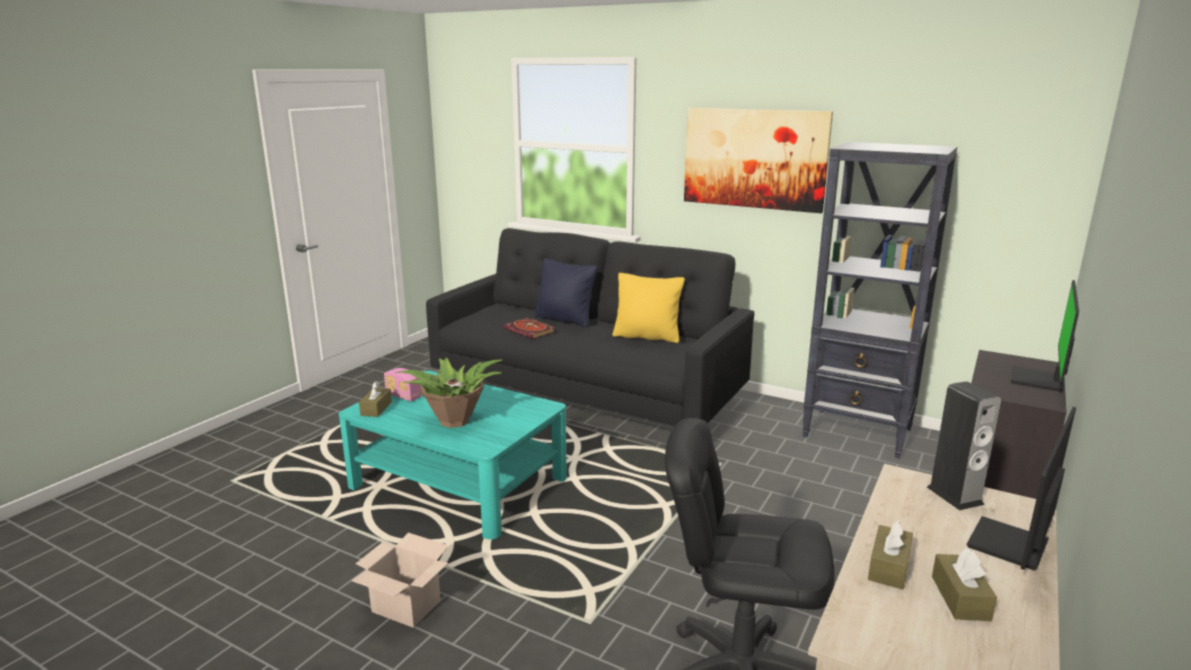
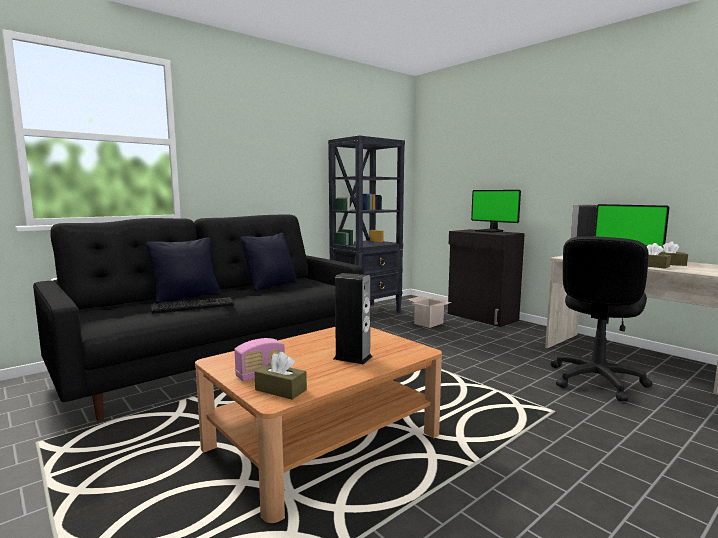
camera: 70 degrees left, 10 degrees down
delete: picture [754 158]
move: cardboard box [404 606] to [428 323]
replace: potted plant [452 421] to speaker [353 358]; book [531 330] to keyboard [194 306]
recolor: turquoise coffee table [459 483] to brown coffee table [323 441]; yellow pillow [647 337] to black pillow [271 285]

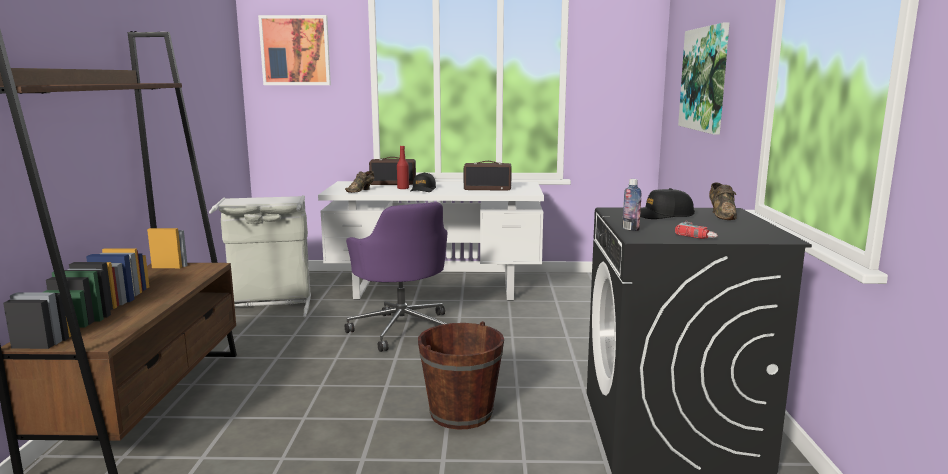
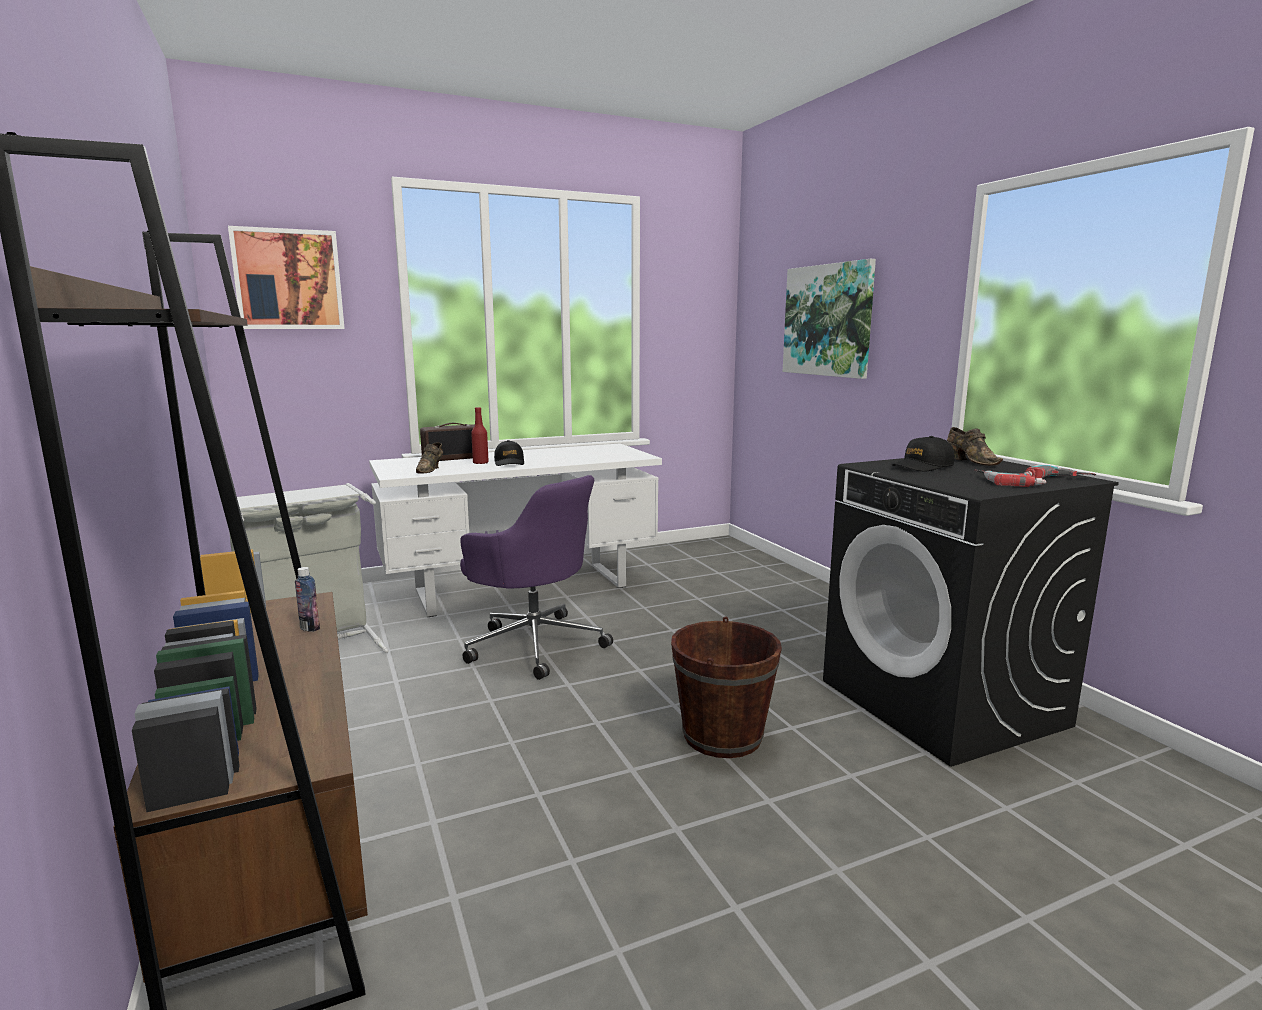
camera: 25 degrees left, 0 degrees up
delete: radio [488 188]
insert: power drill [1057 479]
move: bottle [630 229] to [310 628]

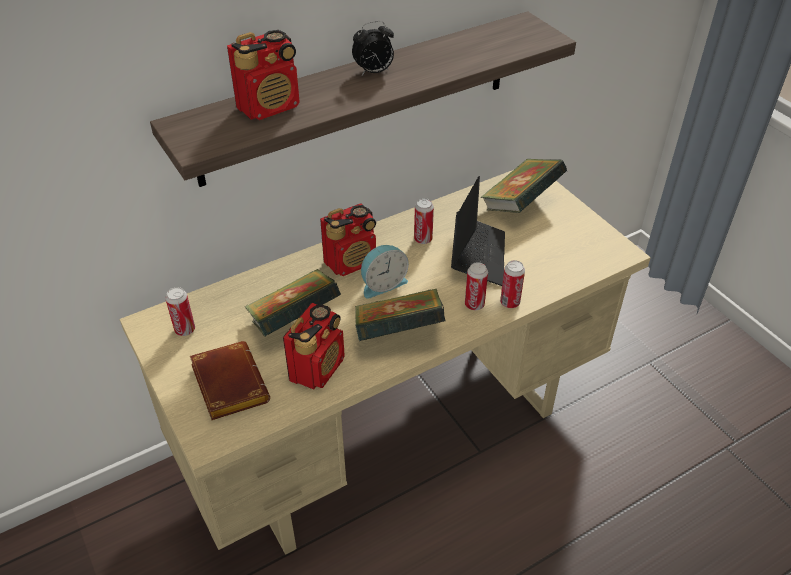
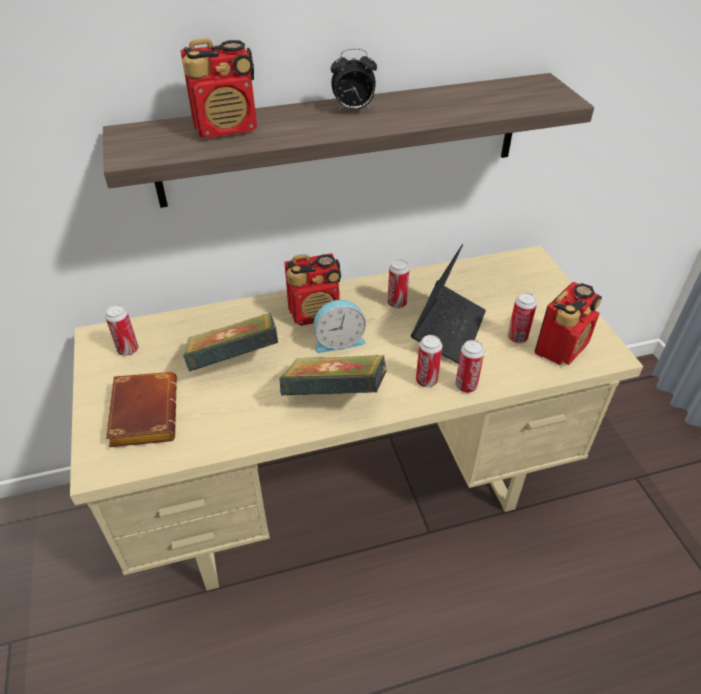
camera: 15 degrees right, 0 degrees up
delete: book [520 204]
insert: can [517 337]
move: radio [317 368] to [561 347]

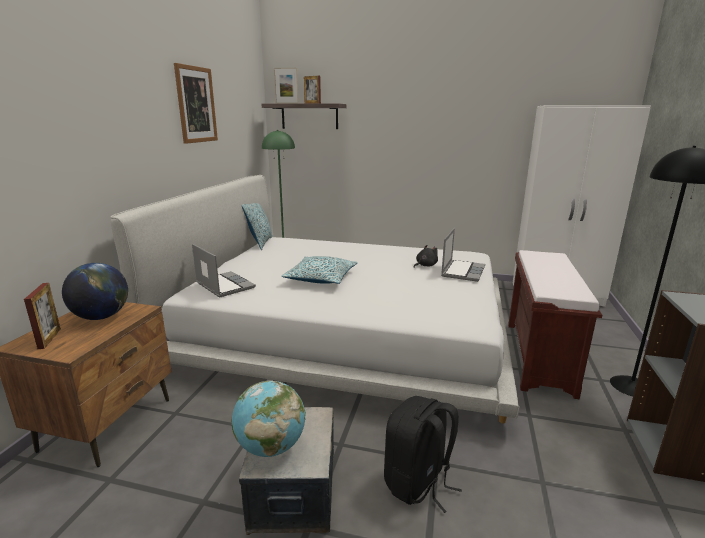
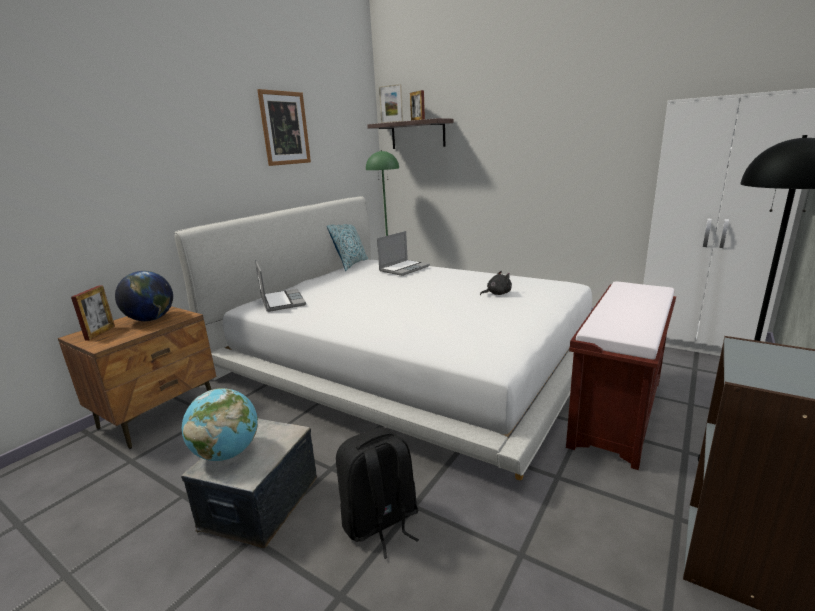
camera: 20 degrees right, 0 degrees up
delete: pillow [321 278]
move: laptop [462 271] to [404 268]

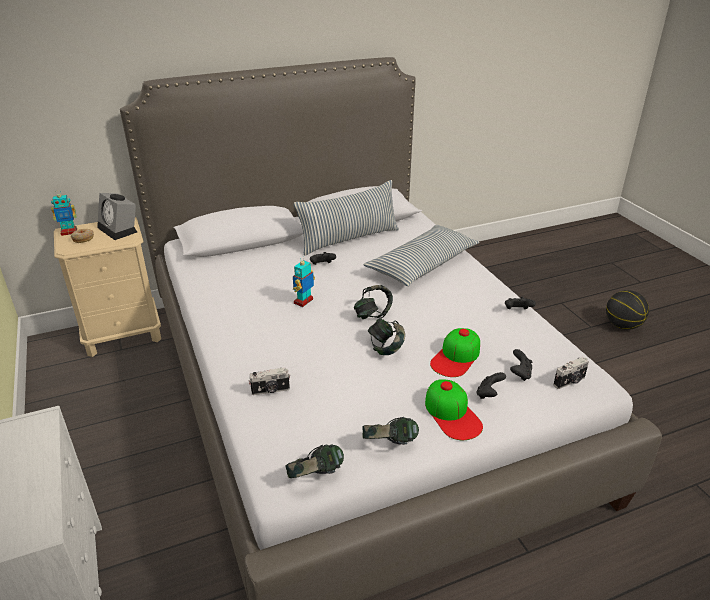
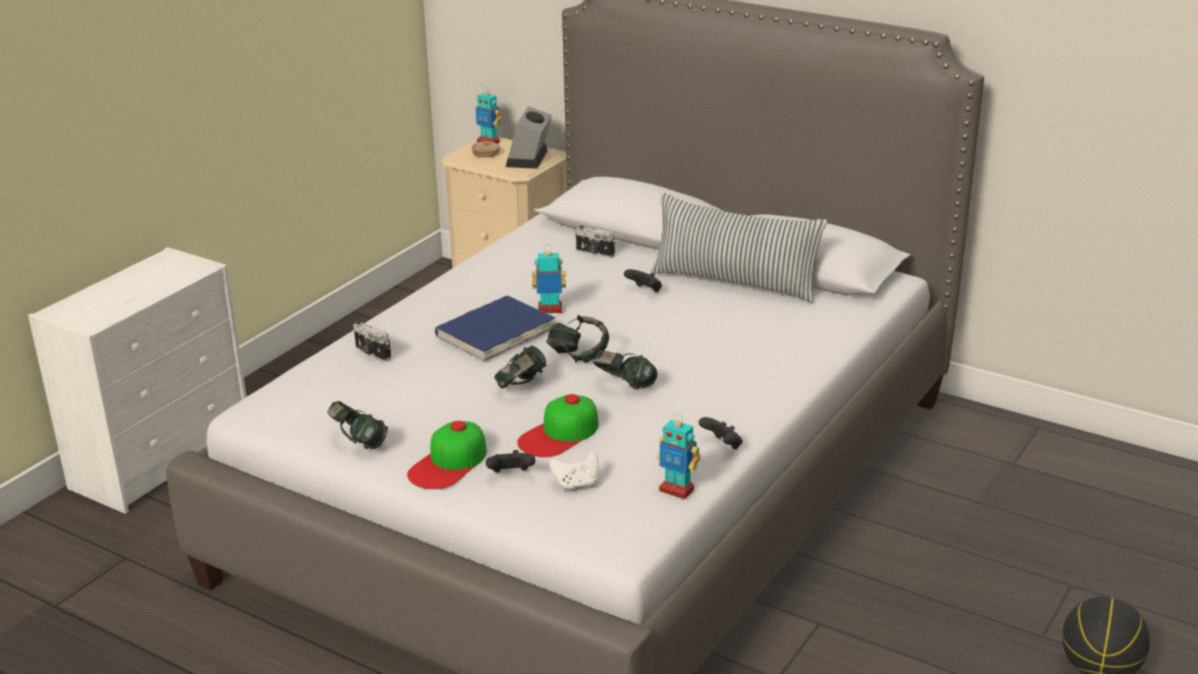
camera: 55 degrees right, 5 degrees down
delete: pillow [422 265]
insert: blue book [495 333]; toy robot [677 490]
move: headphones [315 477] to [624 386]; photo camera [570 382] to [594 253]
recolor: black game controller [520 373] to white game controller [576 484]
rotate: cap [456 357] = [559 434] 45 degrees counterclockwise

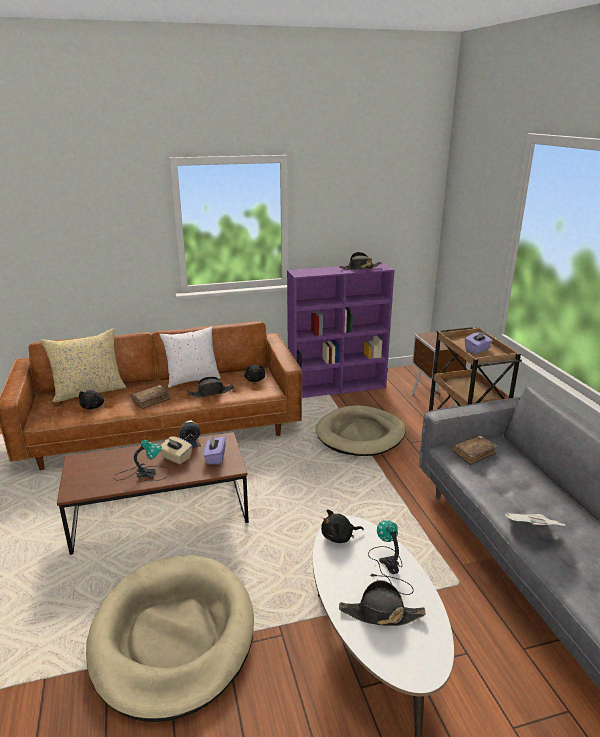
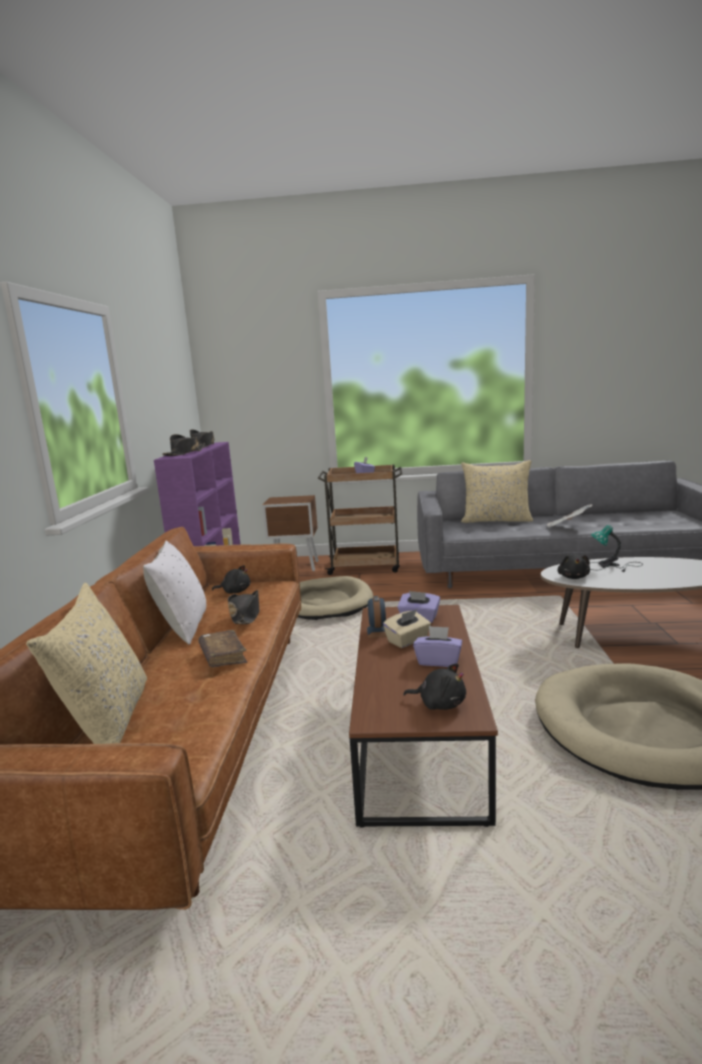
camera: 70 degrees left, 10 degrees down
delete: brown book [473 454]
insert: beige pillow [496 520]
move: black plush toy [93 406] to [439 703]; black hat [380 614] to [185 453]
replace: table lamp [144 473] to purple tissue box [438 661]

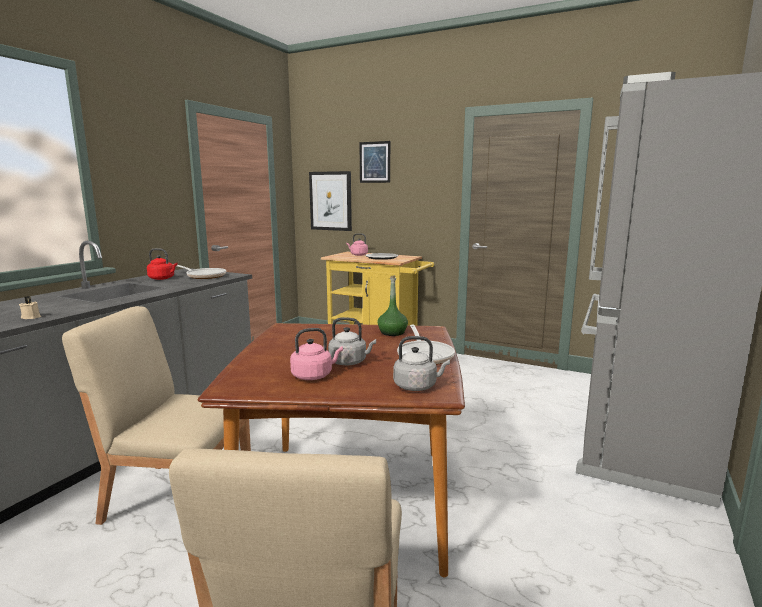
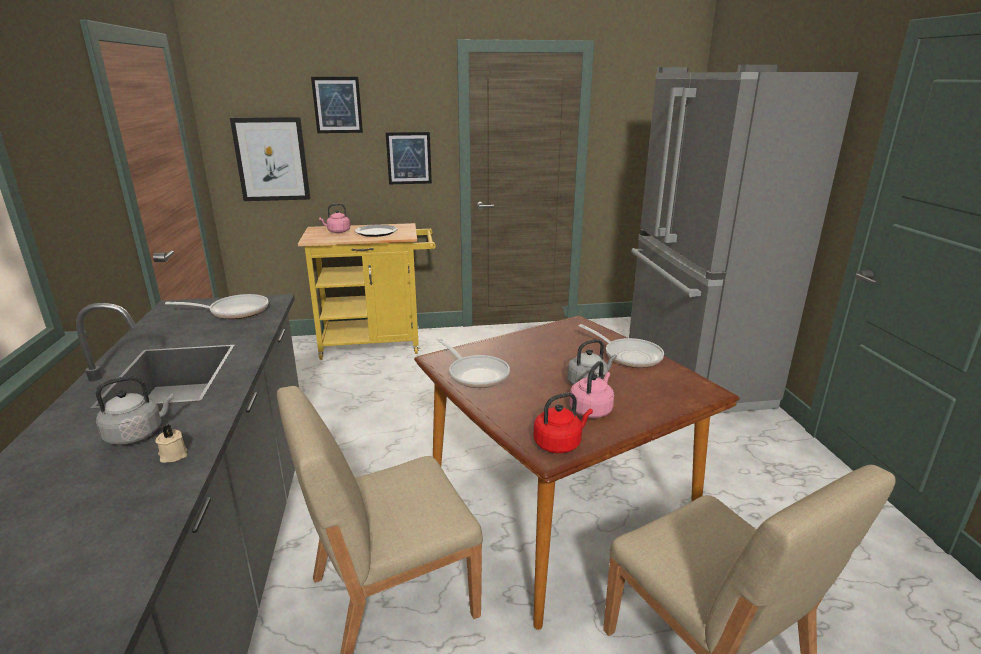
camera: 35 degrees left, 10 degrees up
delete: green bottle [392 332]
insert: picture [409 158]; frying pan [476 374]
move: red kettle [163 278] to [559 443]; grey kettle [417 386] to [138 434]

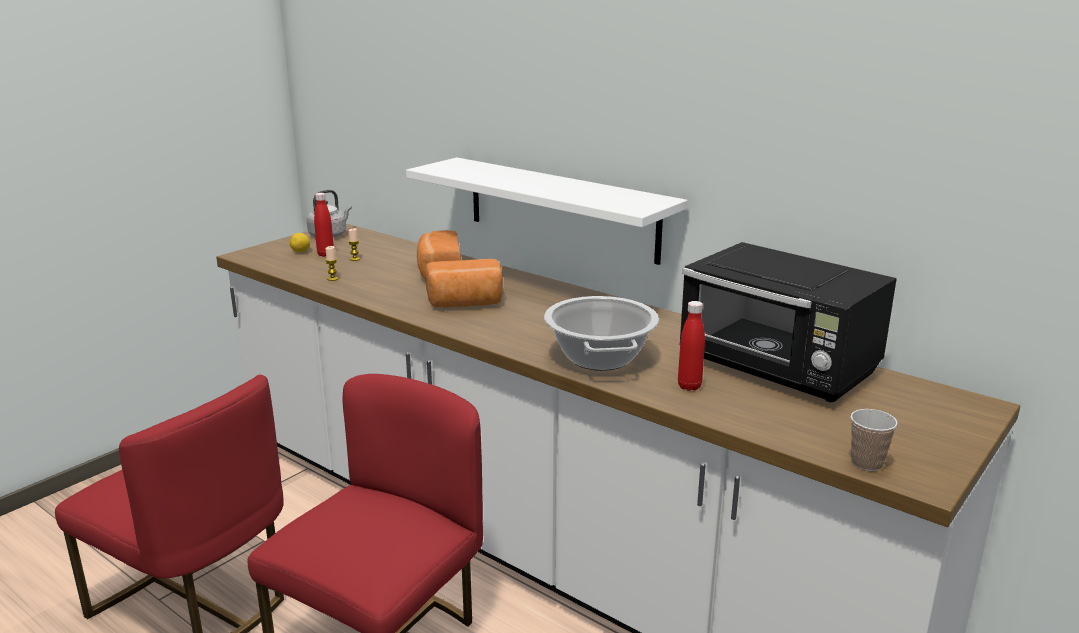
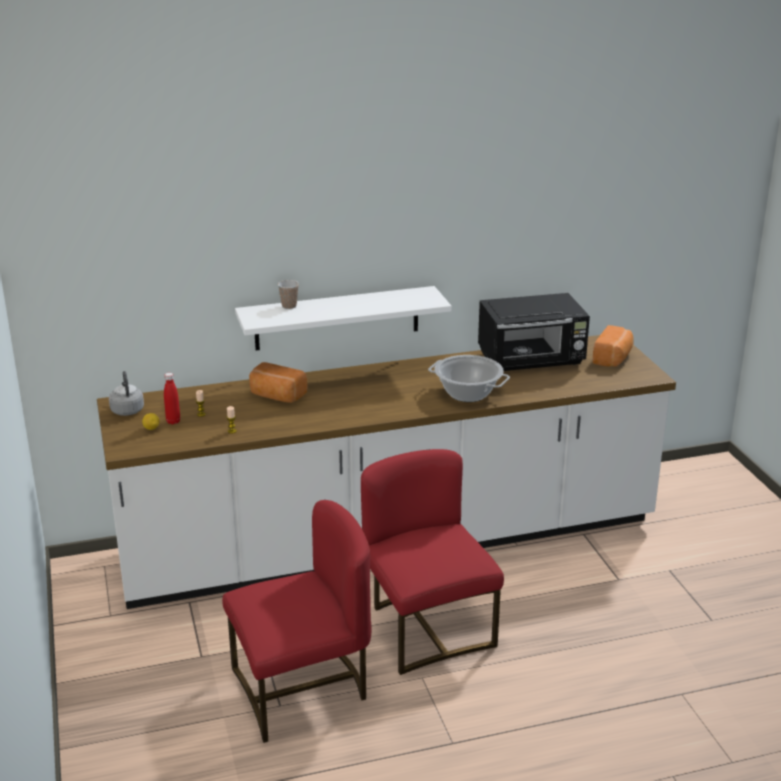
camera: 55 degrees left, 5 degrees up
delete: red bottle [689 386]
move: bread [465 303] to [613 358]; cup [866 463] to [289 306]

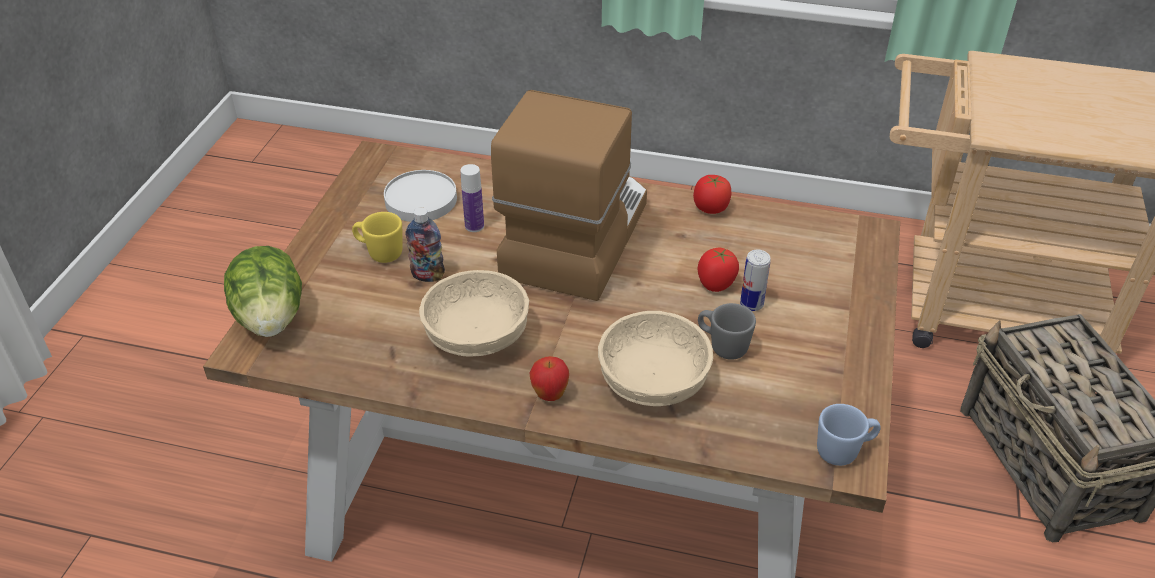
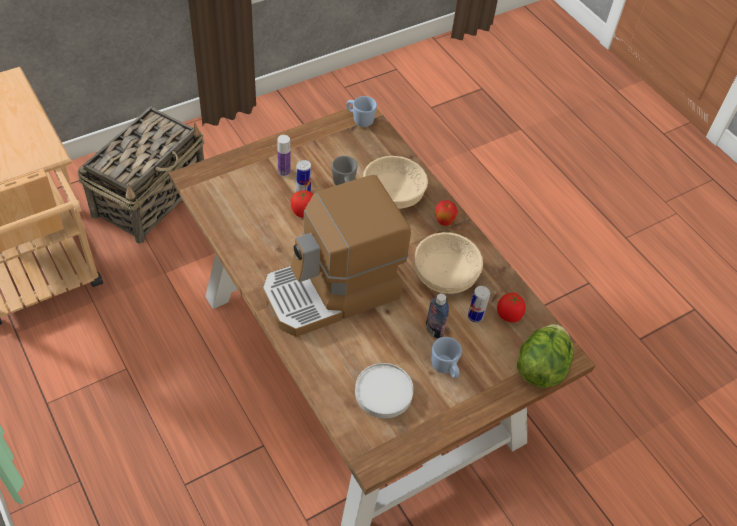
camera: 140 degrees left, 10 degrees up
insert: can [475 316]
move: bottle [474 226] to [284 171]; tomato [710 208] to [509 315]
recolor: yellow mug [380 253] to blue mug [445 368]

